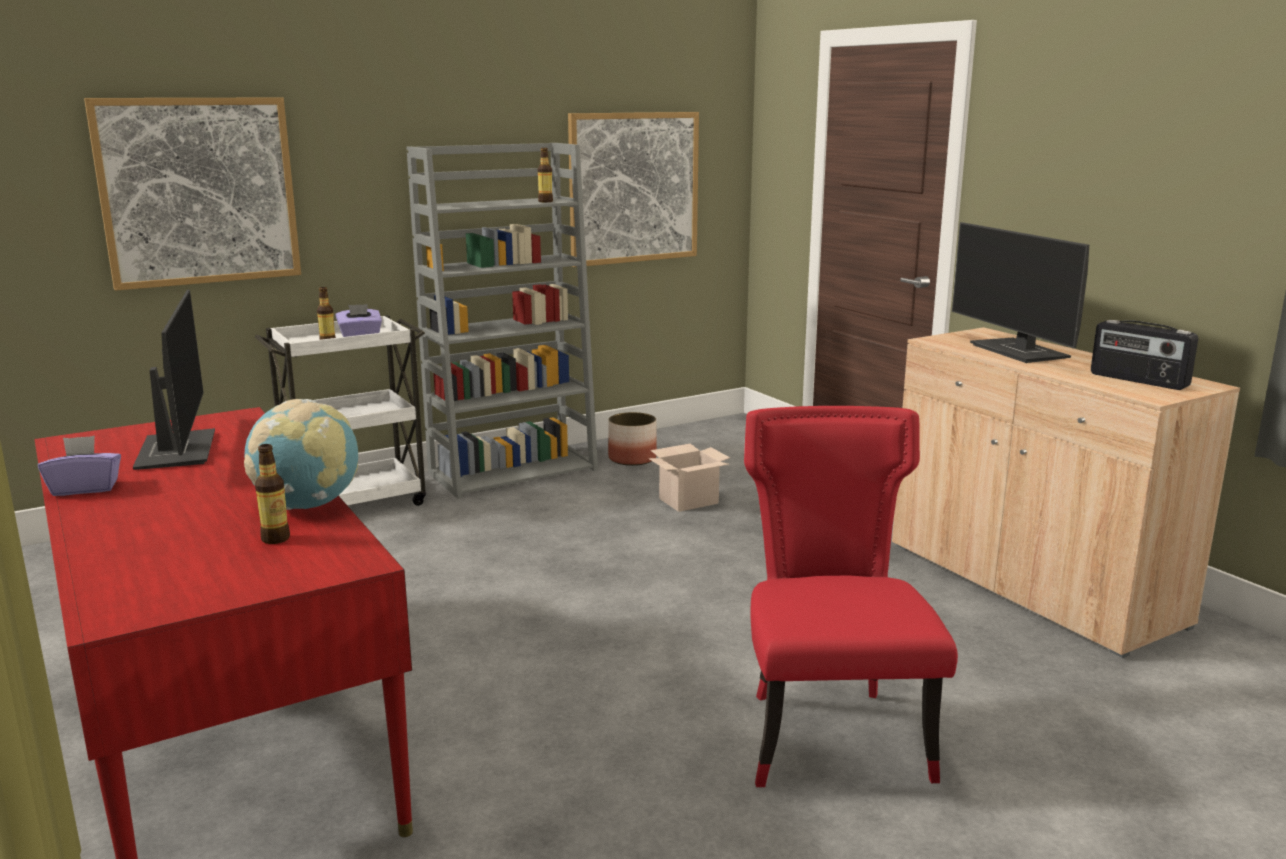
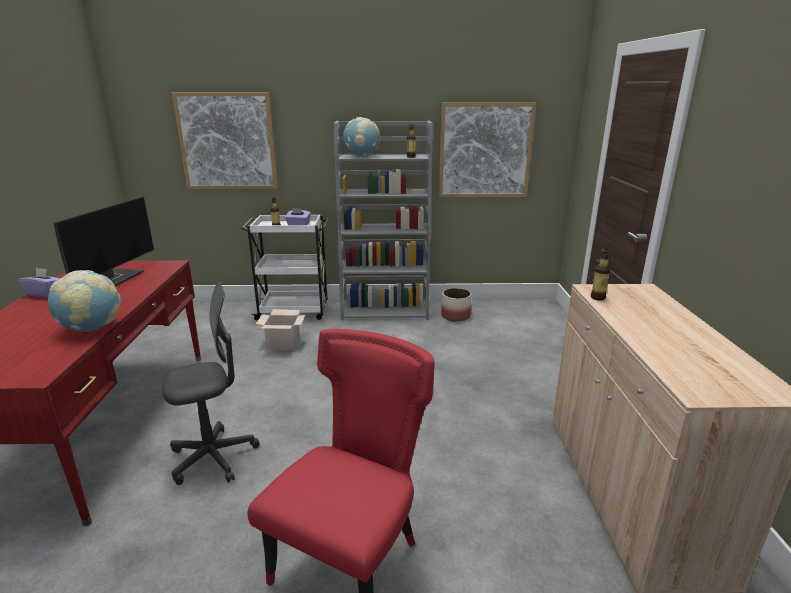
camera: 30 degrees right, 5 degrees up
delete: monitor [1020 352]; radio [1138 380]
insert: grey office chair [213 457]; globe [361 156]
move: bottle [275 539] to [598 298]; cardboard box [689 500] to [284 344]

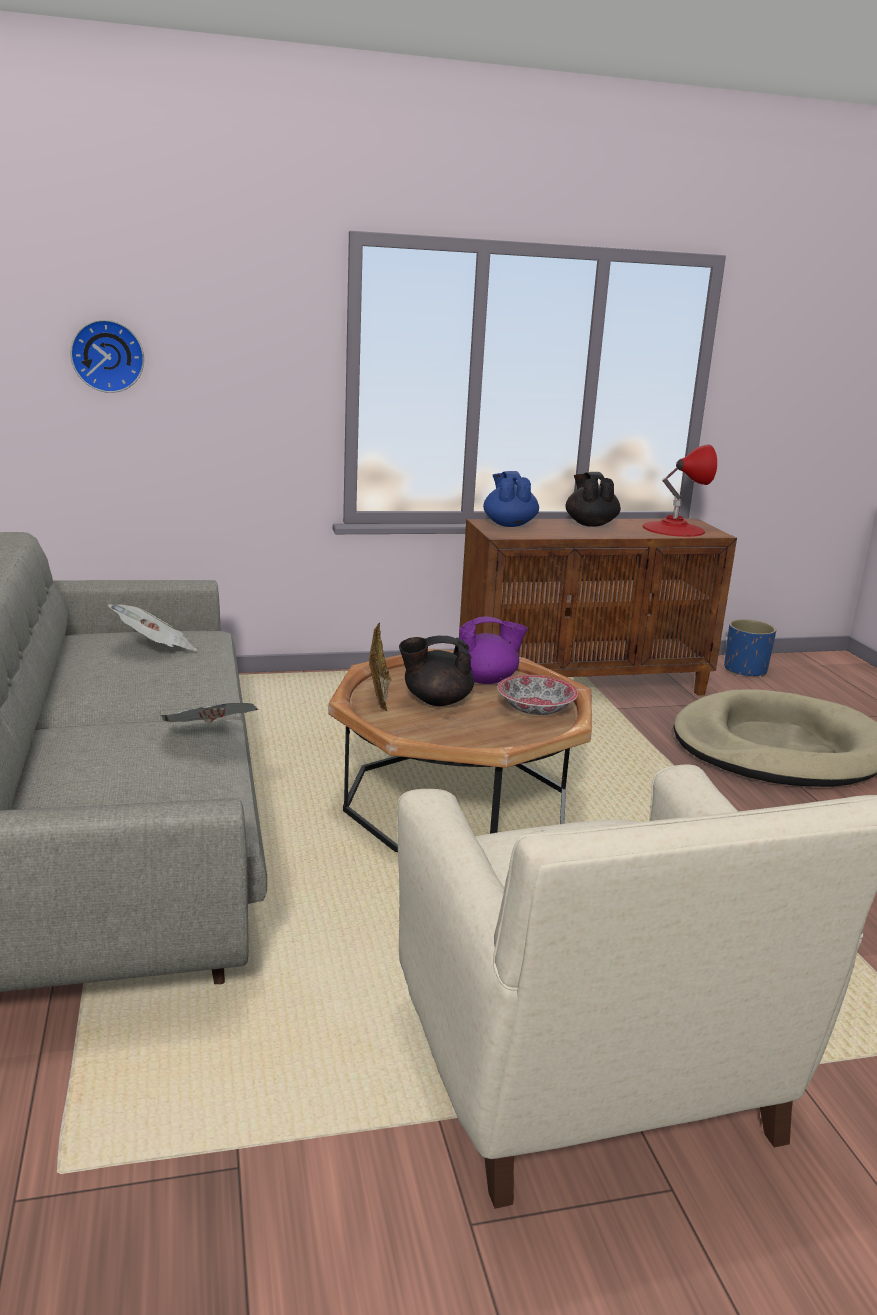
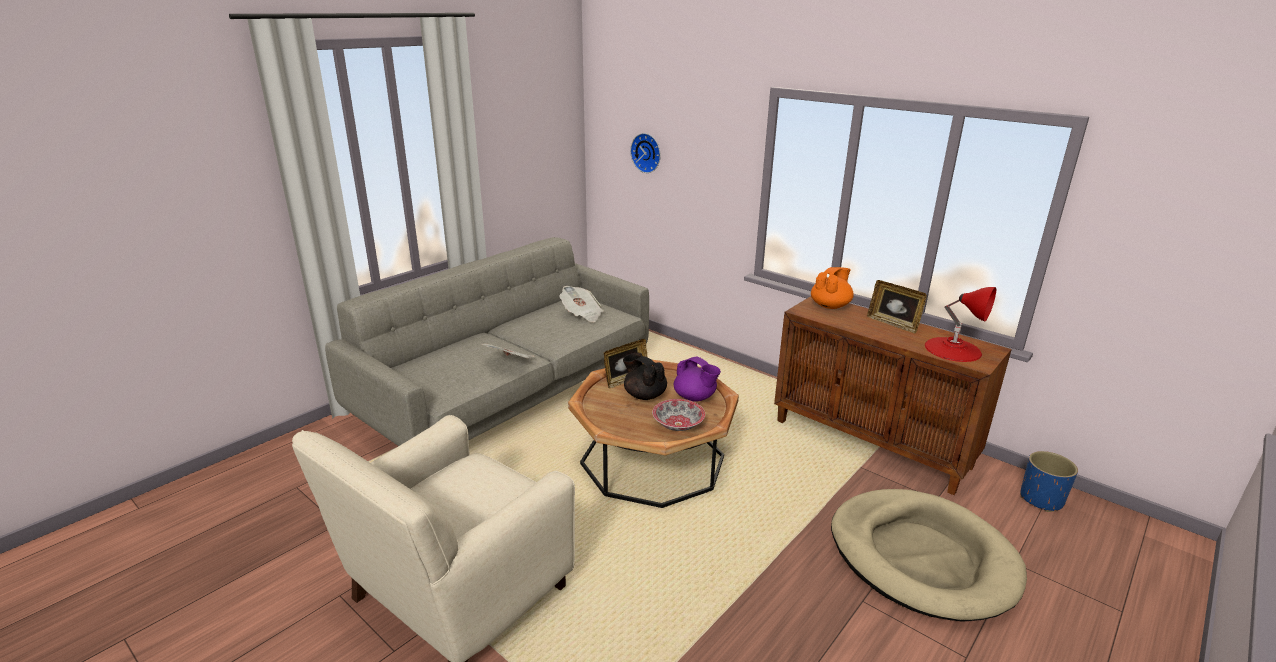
camera: 55 degrees right, 5 degrees up
replace: black teapot [590 524] to picture frame [893 324]
recolor: blue teapot [509 524] to orange teapot [830 306]

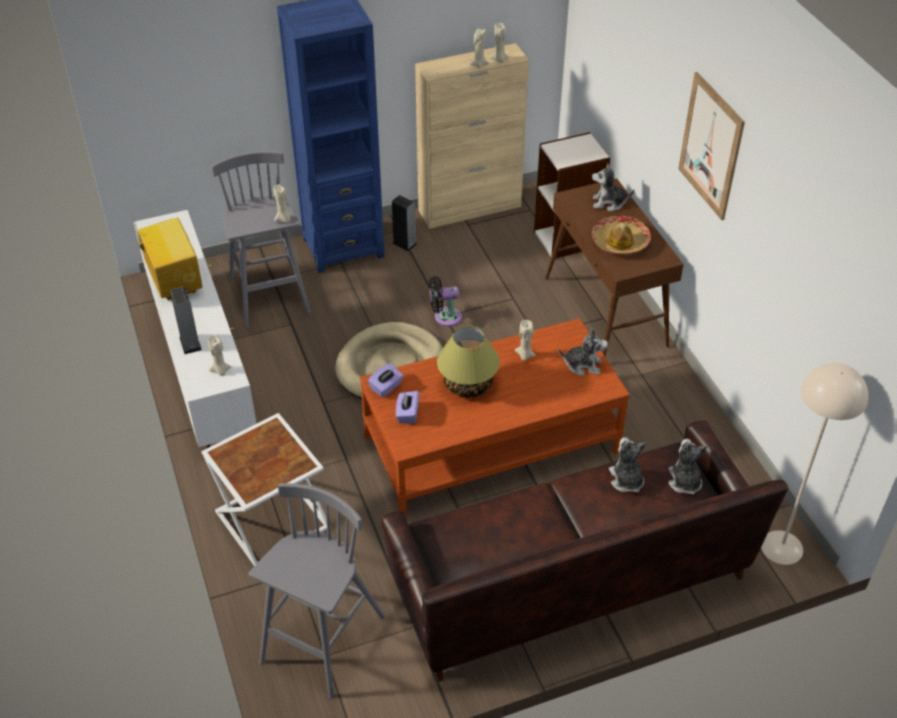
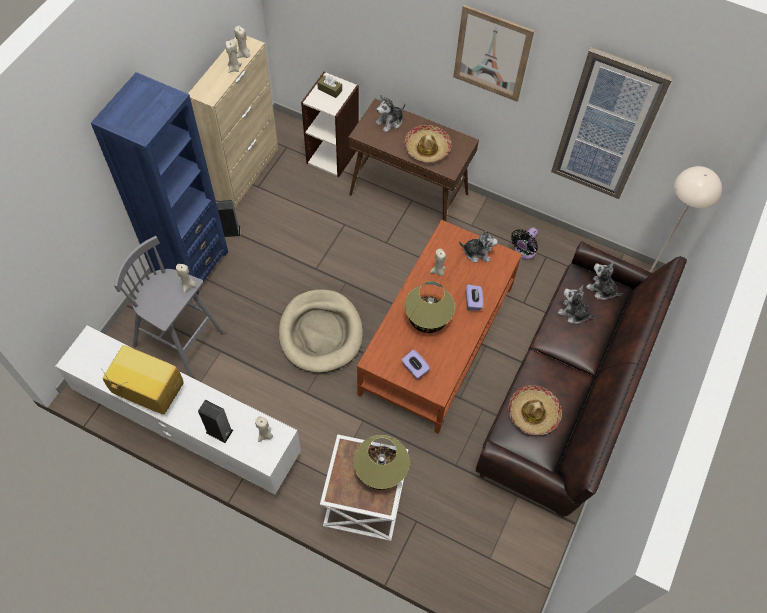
camera: 45 degrees left, 15 degrees up
delete: grey stool [321 641]
insert: brown tissue box [330 90]; table lamp [381 471]; hat [533 413]; picture [607 126]
move: purple tissue box [386 387] to [473 302]; black fan [444 317] to [523 252]
rotate: plush toy [583 365] = [477 252] 45 degrees clockwise

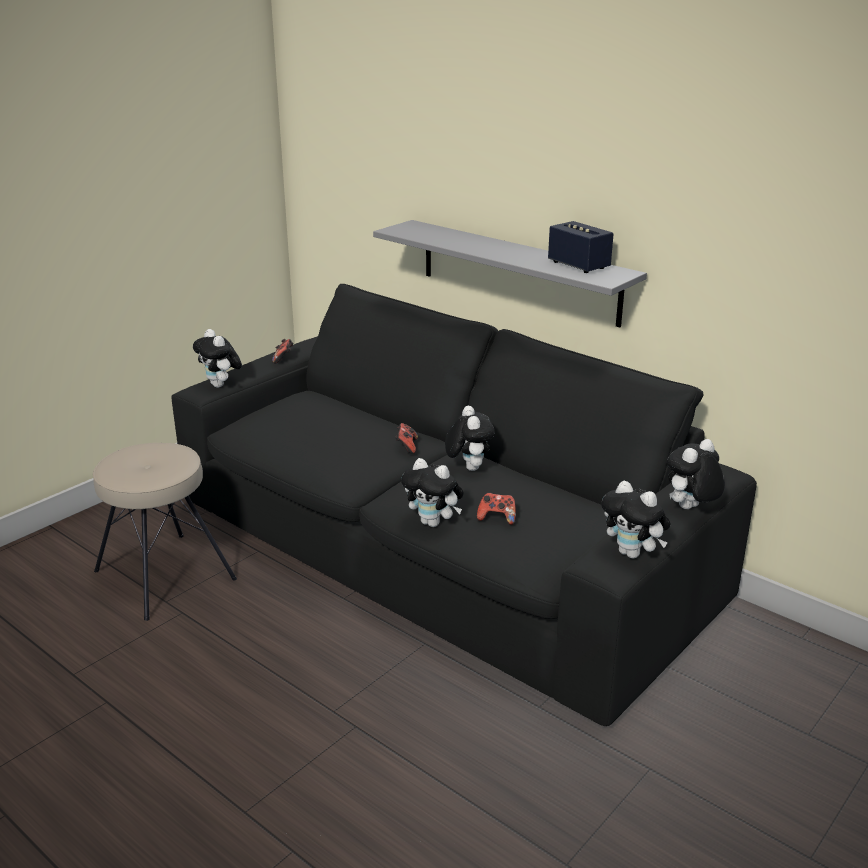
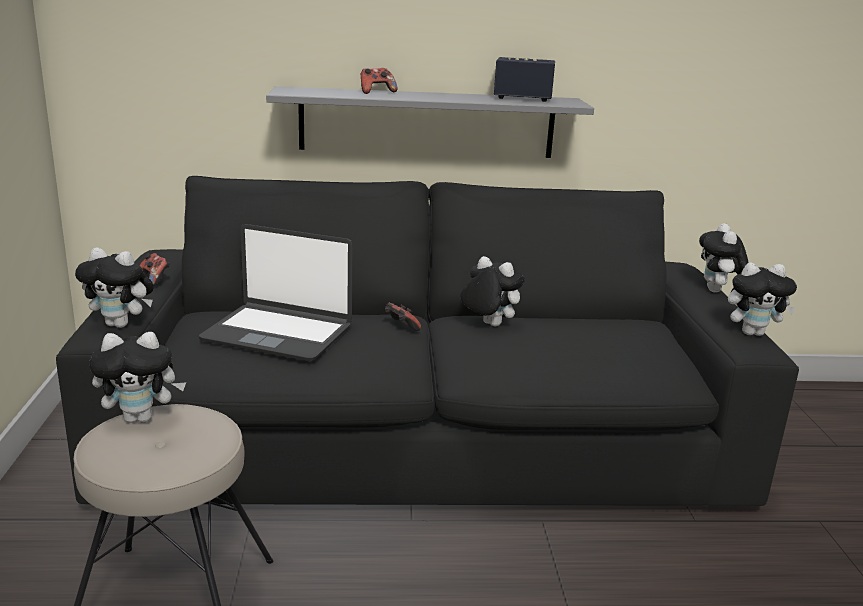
camera: 45 degrees left, 5 degrees down
insert: laptop [278 333]
move: plush toy [433 523] to [141 418]; game controller [497 518] to [376 92]

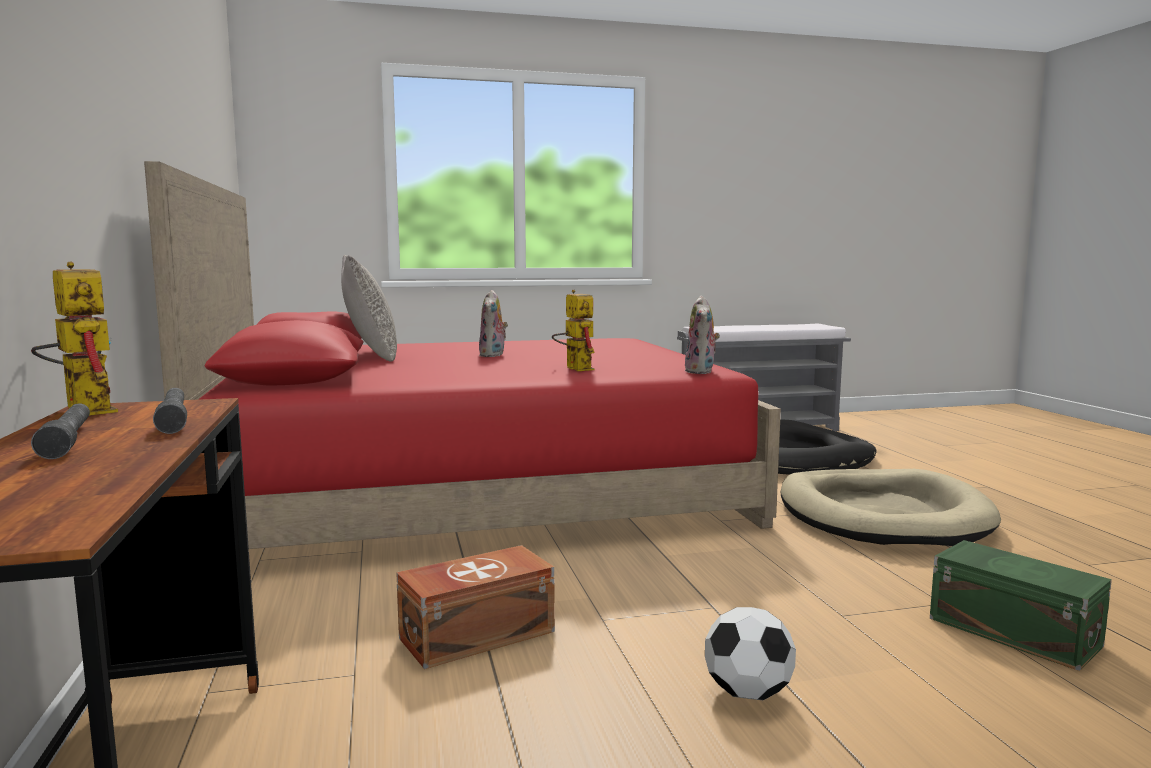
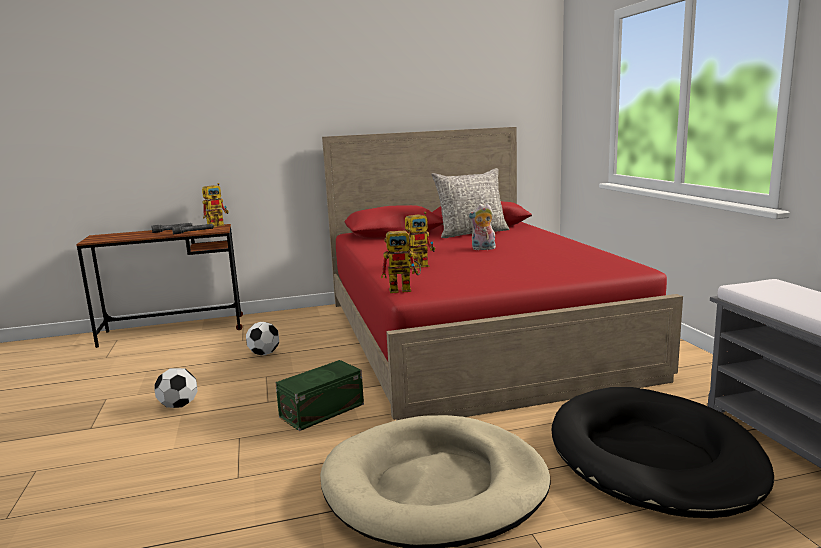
camera: 90 degrees right, 5 degrees up
move: green storage box [1012 630] to [323 410]
replace: brown storage box [474 634] to football [264 354]; plush toy [701 371] to toy robot [405 289]

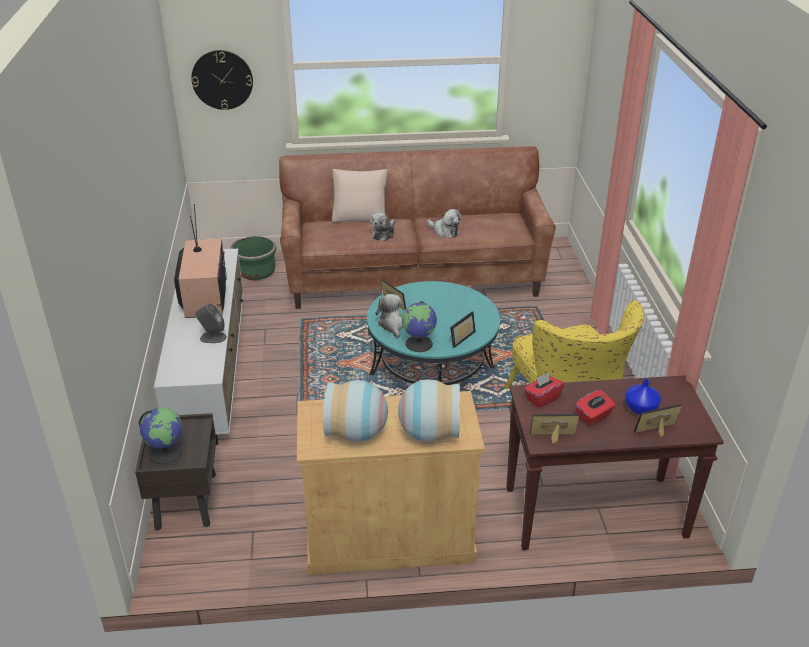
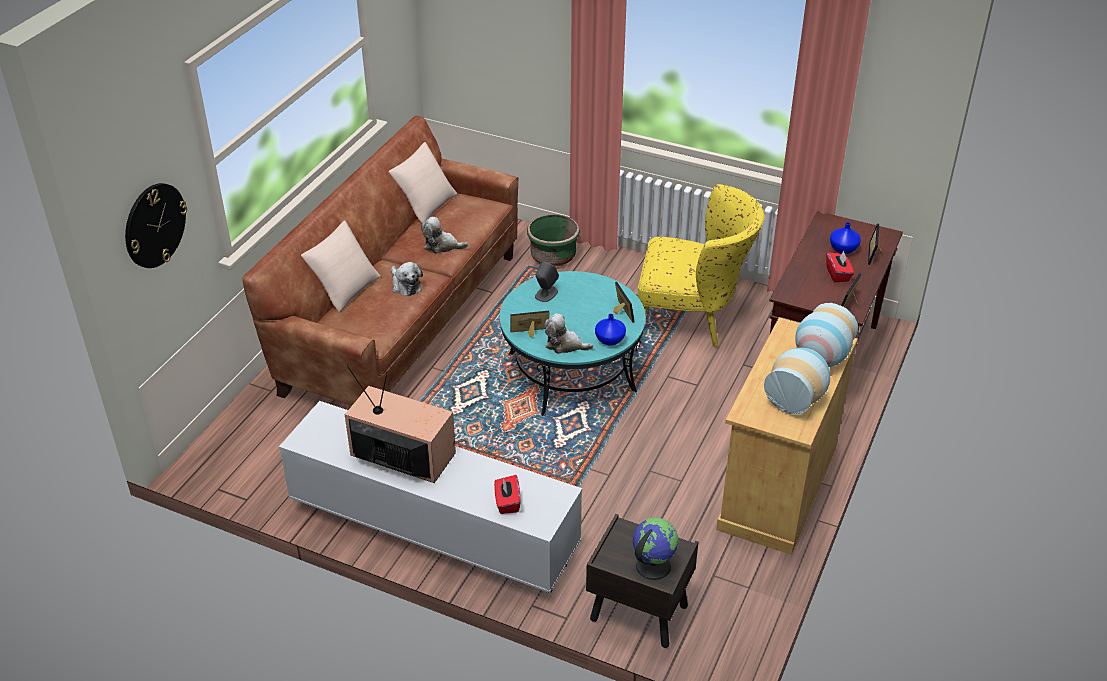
camera: 60 degrees left, 5 degrees up
insert: beige pillow [425 204]
move: grey speaker [212 337] to [546 294]; green planter [256 272] to [553 257]; red tissue box [542 398] to [507 502]
replace: globe [419 344] to blue vase [610 339]
rotate: plush toy [445 231] = [442 246] 150 degrees counterclockwise

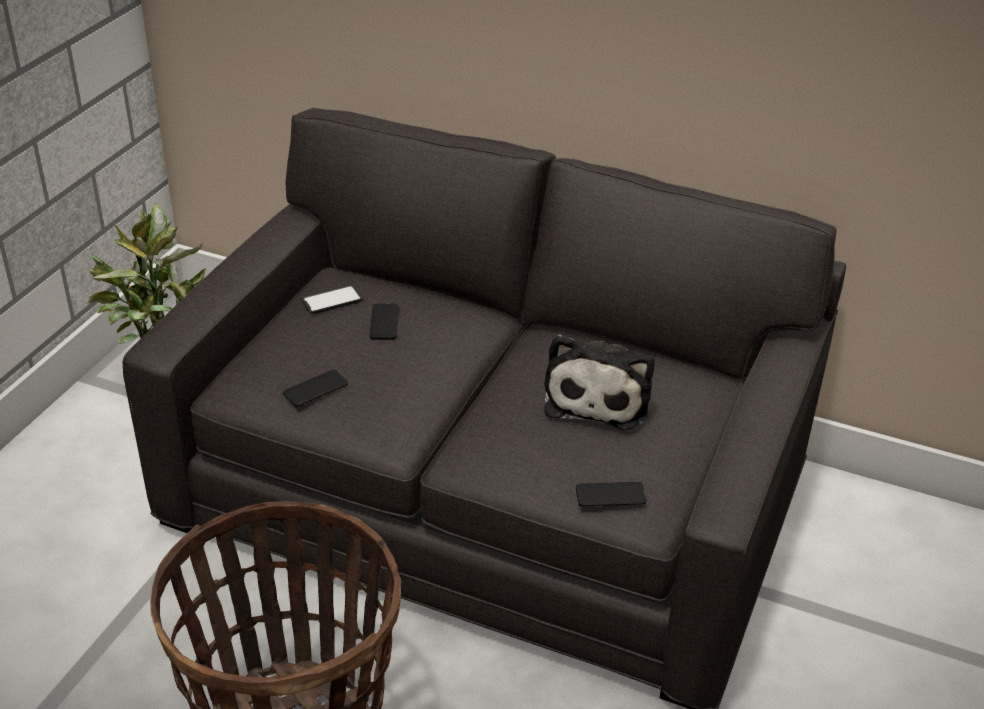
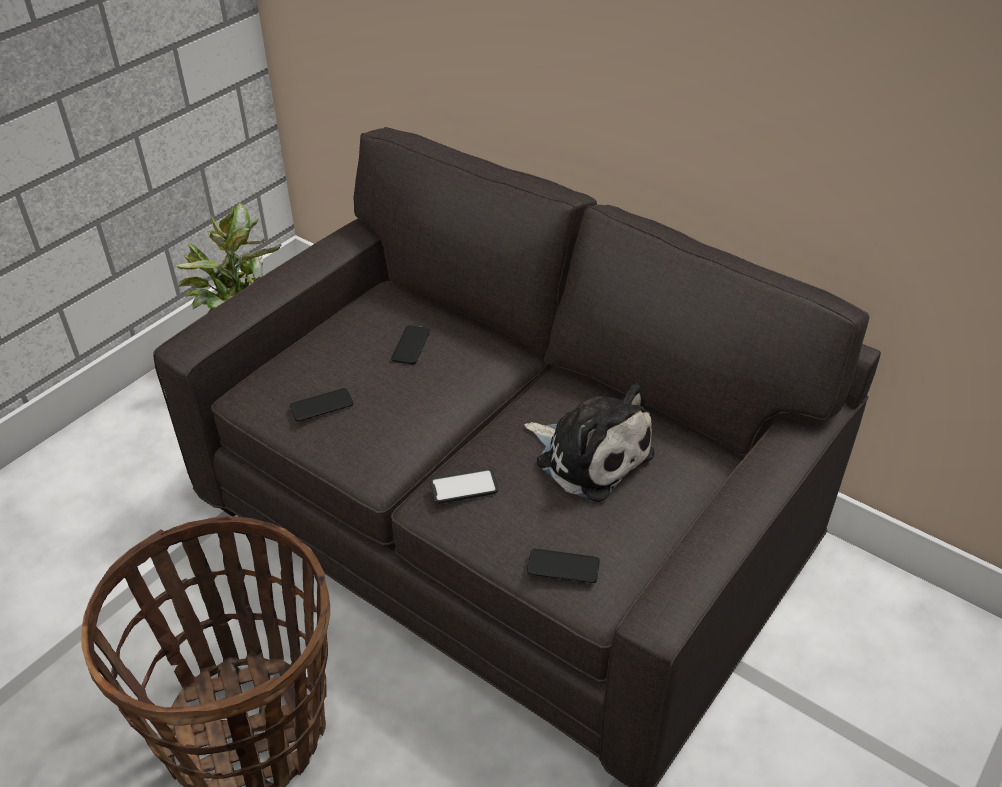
camera: 15 degrees right, 5 degrees up
move: phone [332 300] to [464 487]
rotate: plush toy [599 397] = [589 455] 75 degrees counterclockwise

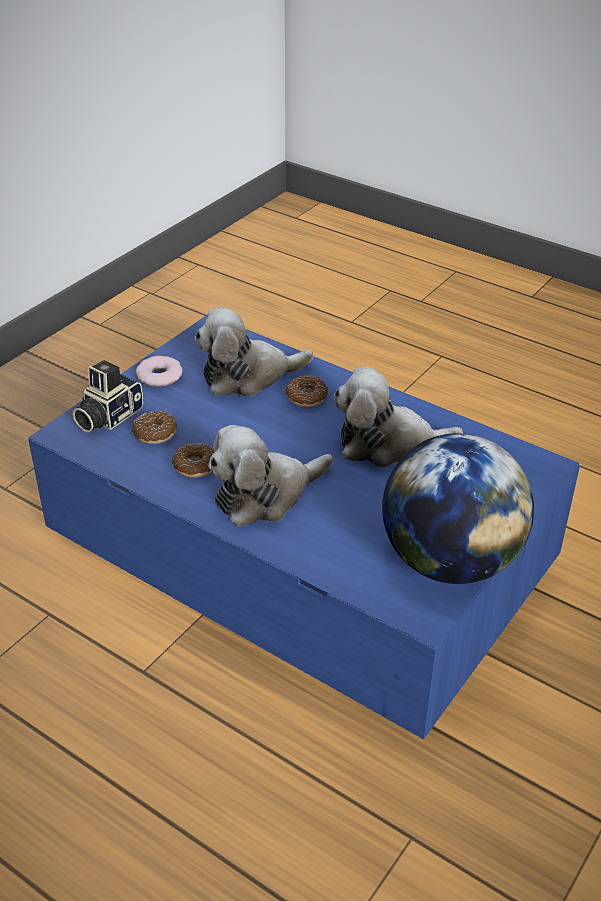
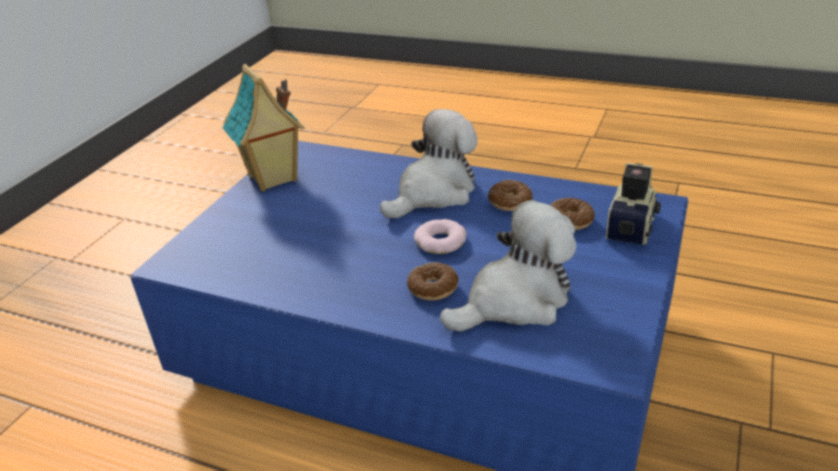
camera: 170 degrees right, 5 degrees down
delete: plush toy [387 443]
move: donut [159 375] to [440 242]
replace: globe [450 561] to toy house [273 179]

